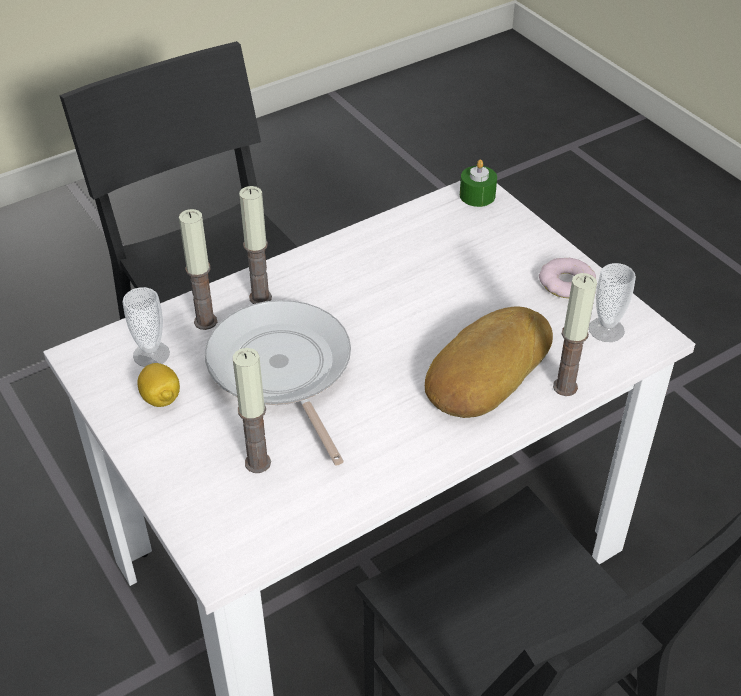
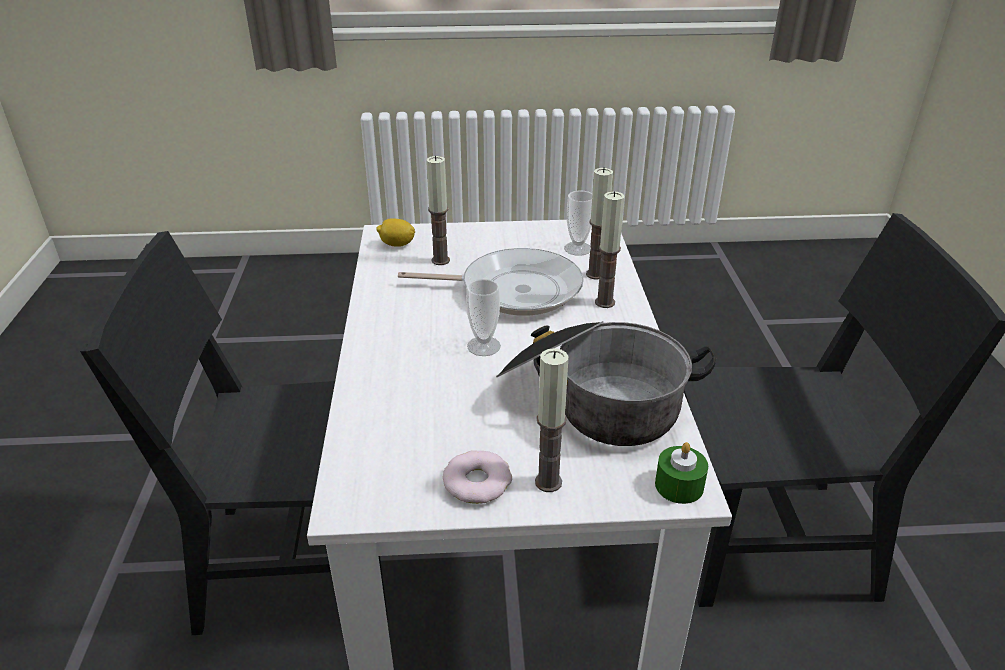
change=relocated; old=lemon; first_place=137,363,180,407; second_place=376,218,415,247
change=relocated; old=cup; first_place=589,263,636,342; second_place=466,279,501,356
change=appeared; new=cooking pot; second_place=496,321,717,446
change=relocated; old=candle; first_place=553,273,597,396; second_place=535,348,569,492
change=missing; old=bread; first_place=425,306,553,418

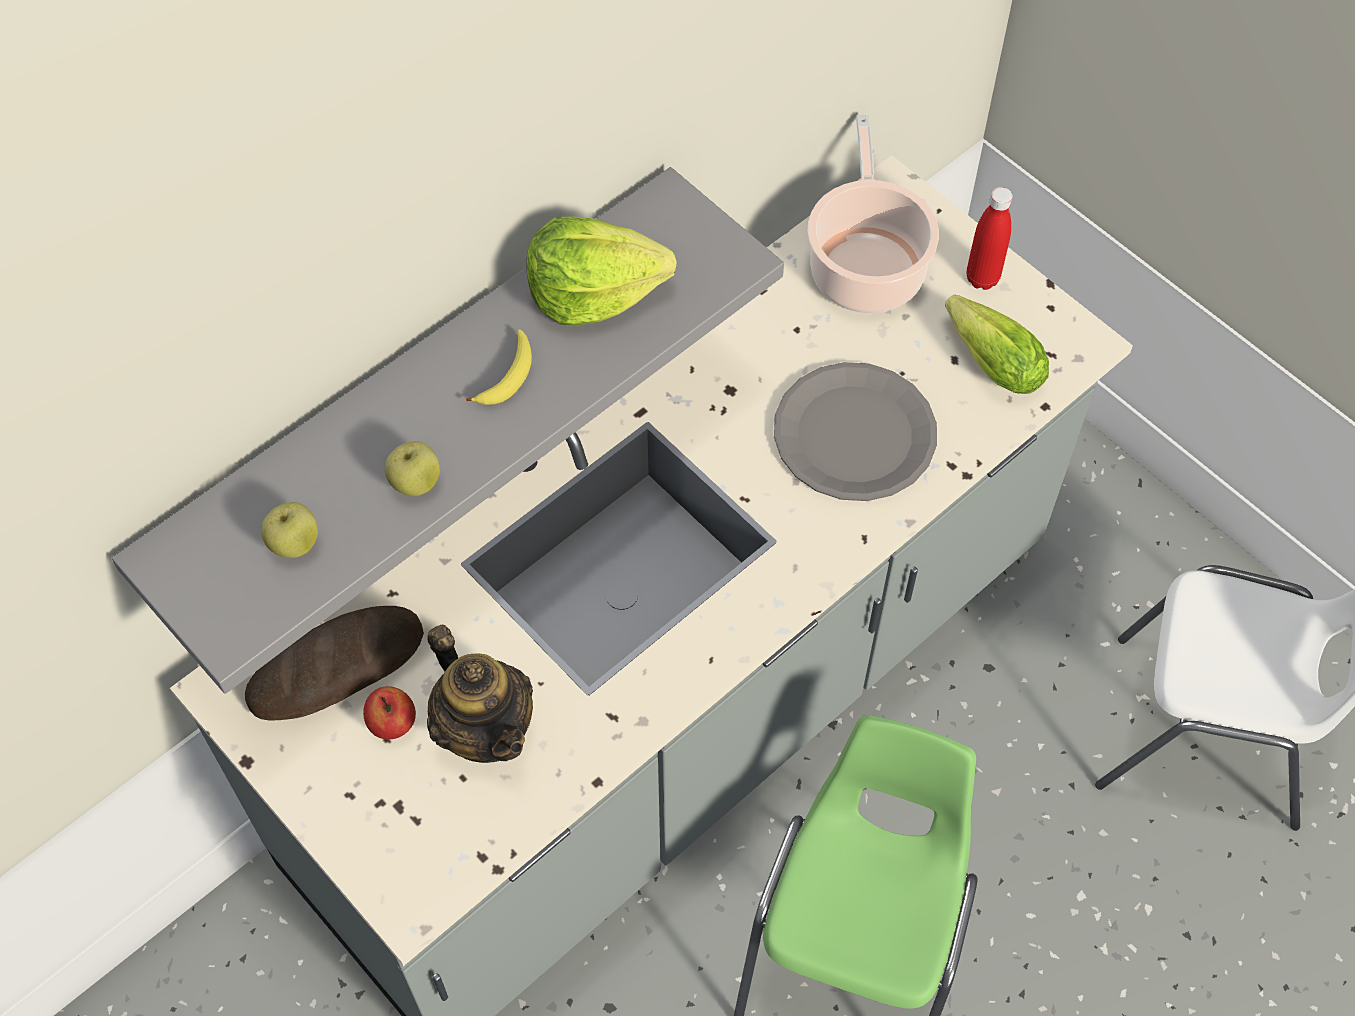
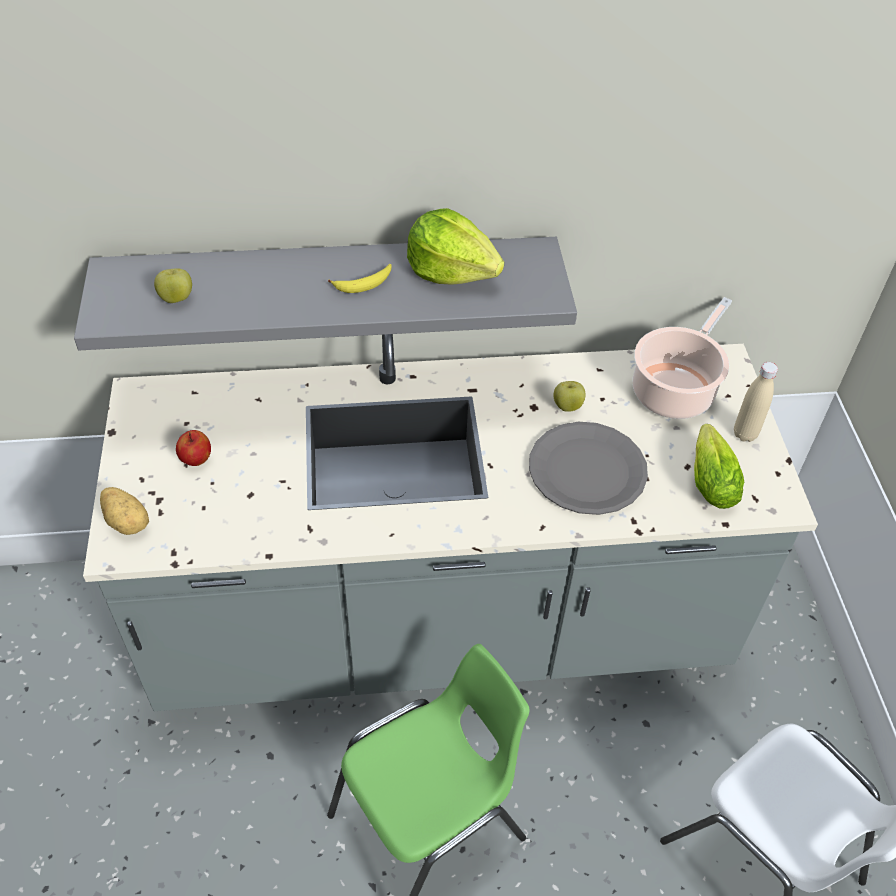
change=appeared; new=potato; second_place=100,487,149,535
change=relocated; old=apple; first_place=385,441,440,496; second_place=554,381,585,412
change=colour; old=red bottle; new=beige bottle; first_place=966,187,1013,290; second_place=734,362,778,442
change=missing; old=bread; first_place=245,606,424,720
change=missing; old=teapot; first_place=427,625,533,763

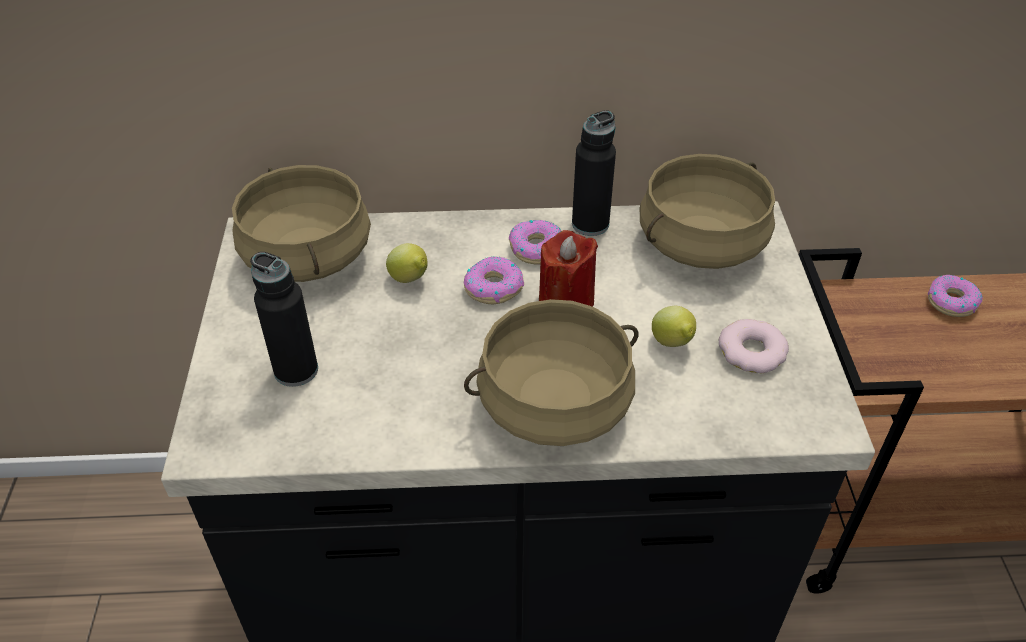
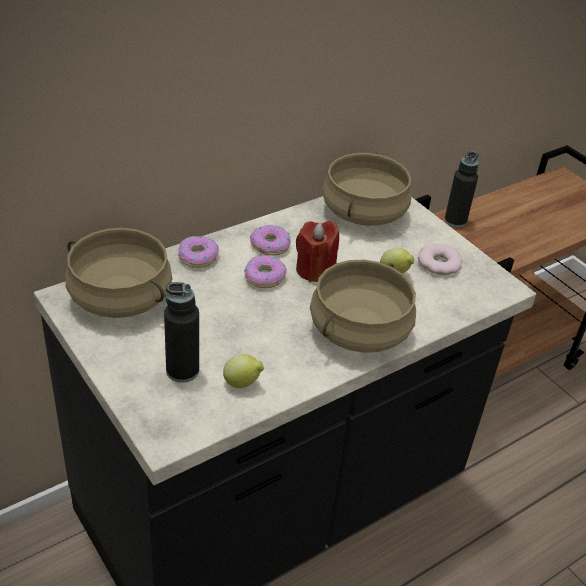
change=relocated; old=donut; first_place=928,275,983,317; second_place=178,236,219,268
change=relocated; old=lemon; first_place=386,243,428,283; second_place=223,354,264,388
change=relocated; old=black bottle; first_place=572,110,616,236; second_place=444,151,479,228

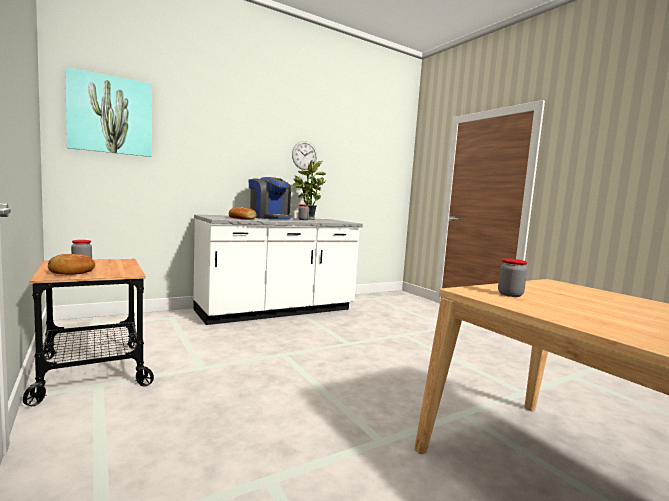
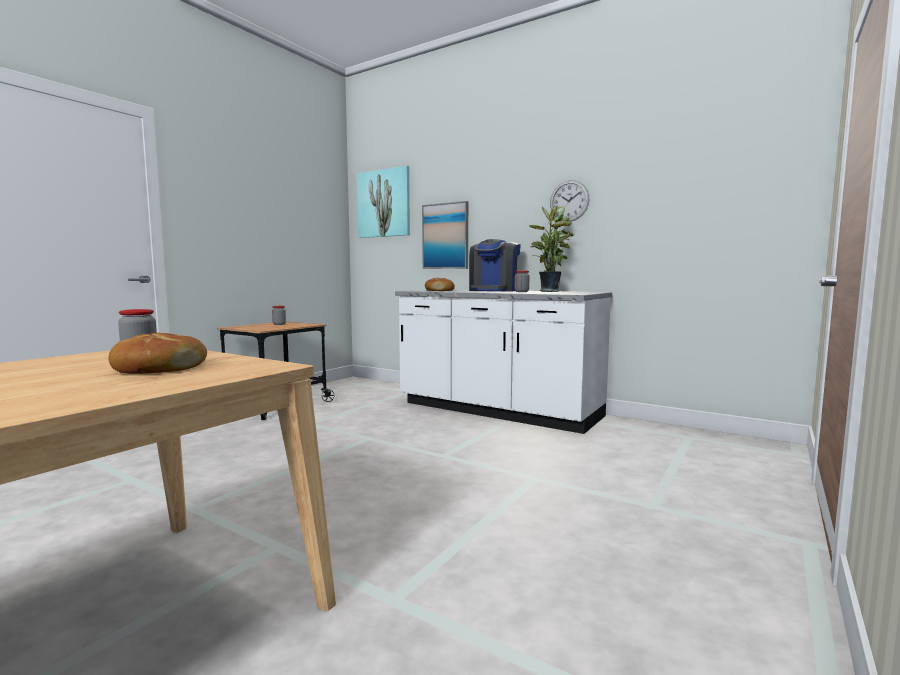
change=relocated; old=bread; first_place=48,254,95,275; second_place=108,333,207,374
change=appeared; new=picture; second_place=422,201,468,269

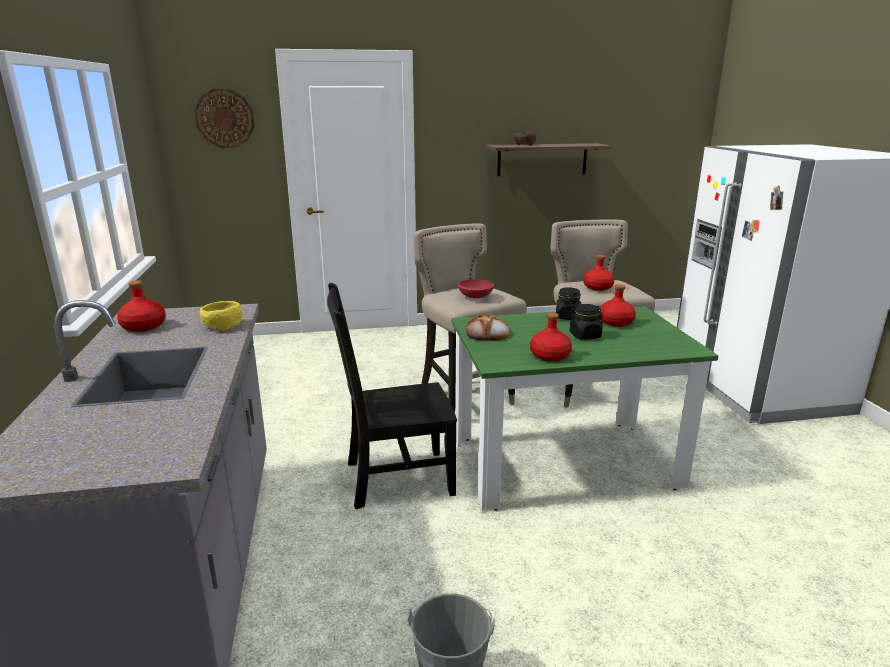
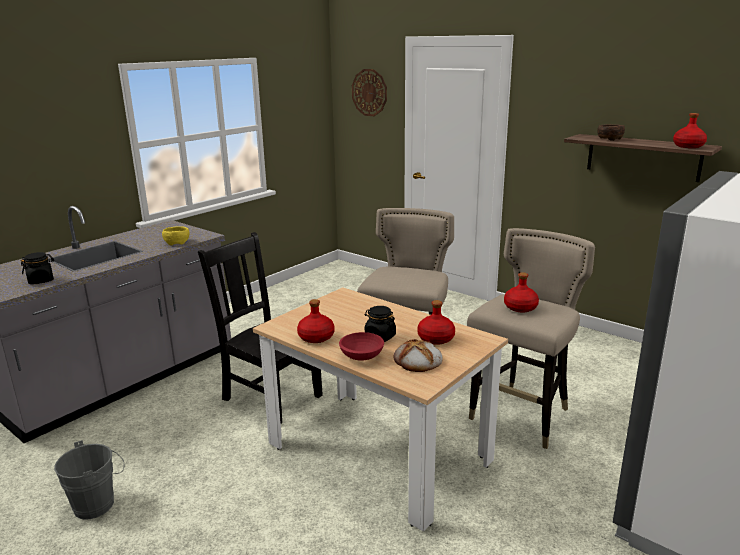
change=relocated; old=black jar; first_place=556,287,581,320; second_place=20,252,54,284
change=colour; old=green dining table; new=beige dining table; first_place=452,306,718,511; second_place=253,287,508,532
change=relocated; old=red bowl; first_place=458,279,494,299; second_place=339,332,384,361
change=relocated; old=bread; first_place=466,313,509,341; second_place=394,339,443,372
change=relocated; old=red bottle; first_place=117,280,166,332; second_place=673,113,707,148

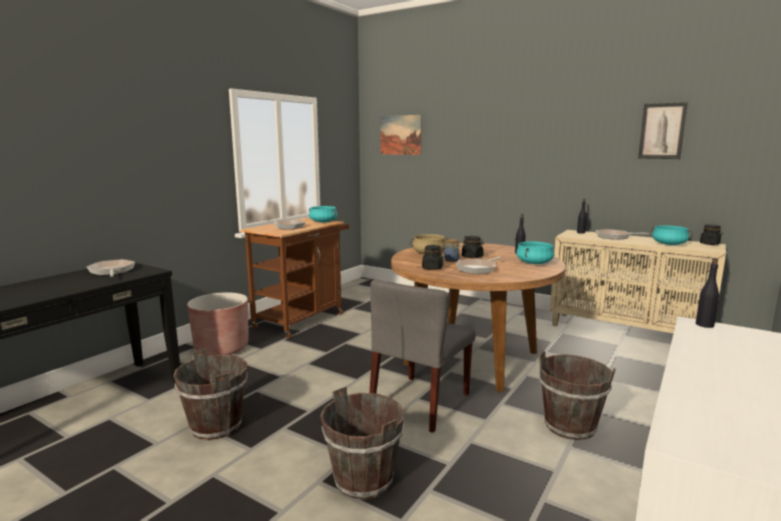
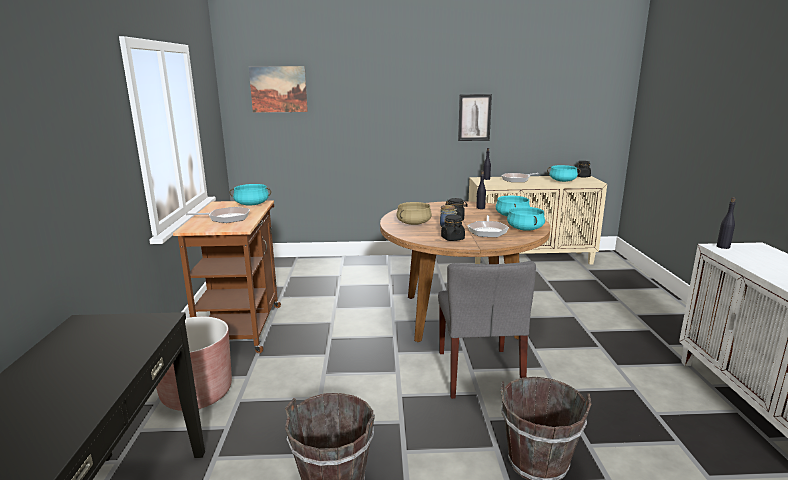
change=relocated; old=picture; first_place=638,102,688,159; second_place=458,94,492,141
change=appeared; new=turquoise cooking pot; second_place=507,207,545,231
change=missing; old=frying pan; first_place=87,259,135,277
change=missing; old=brown bucket; first_place=539,351,616,440

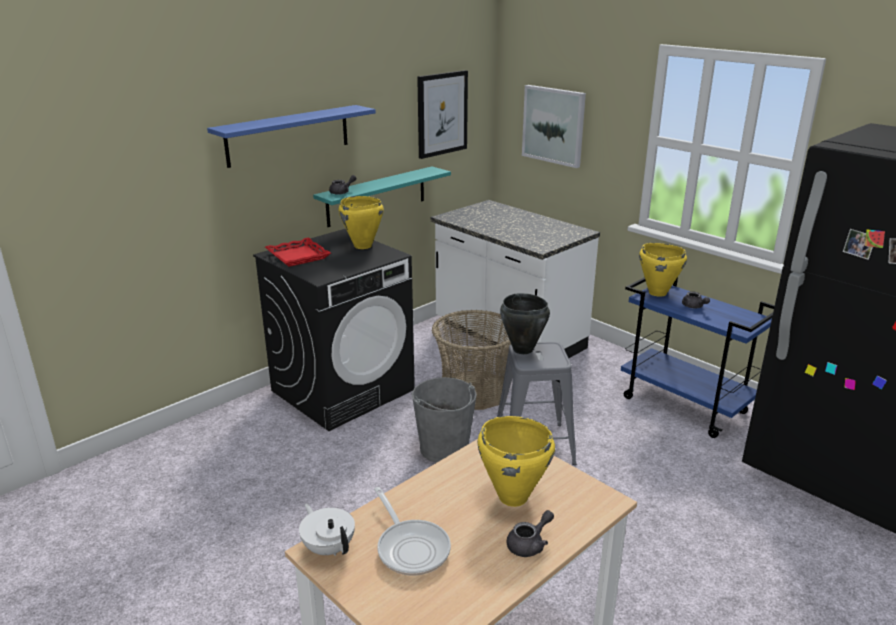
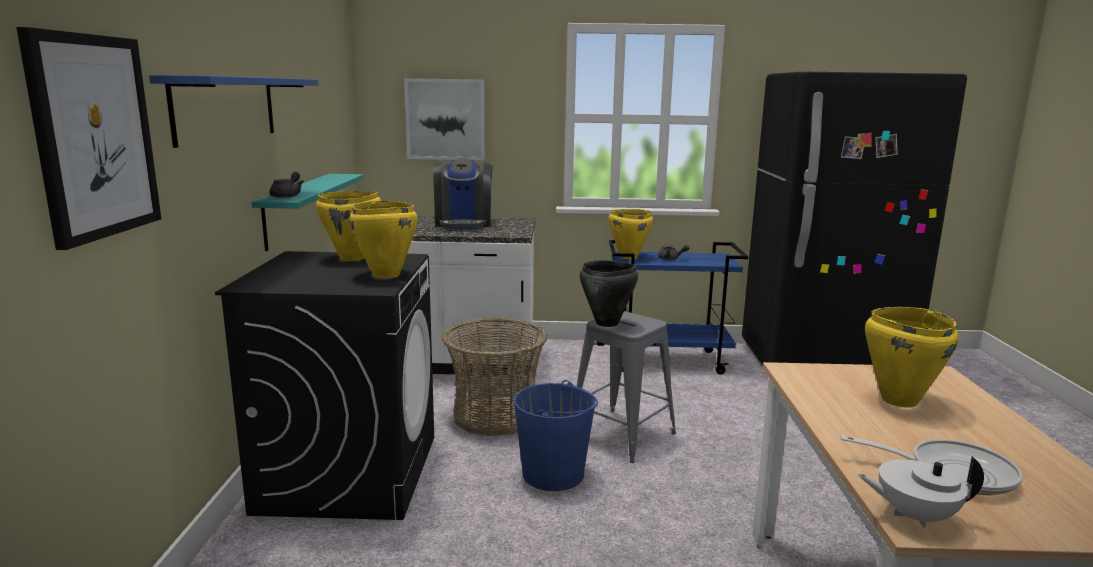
change=relocated; old=picture; first_place=417,70,468,159; second_place=16,27,161,250
change=appeared; new=yellow cooking pot; second_place=349,201,418,278
change=appeared; new=coffee machine; second_place=433,159,493,229
change=colour; old=grey bucket; new=blue bucket; first_place=412,377,477,463; second_place=514,380,598,491
change=missing; old=red tray; first_place=265,237,331,267
change=missing; old=grey teapot; first_place=507,510,554,557

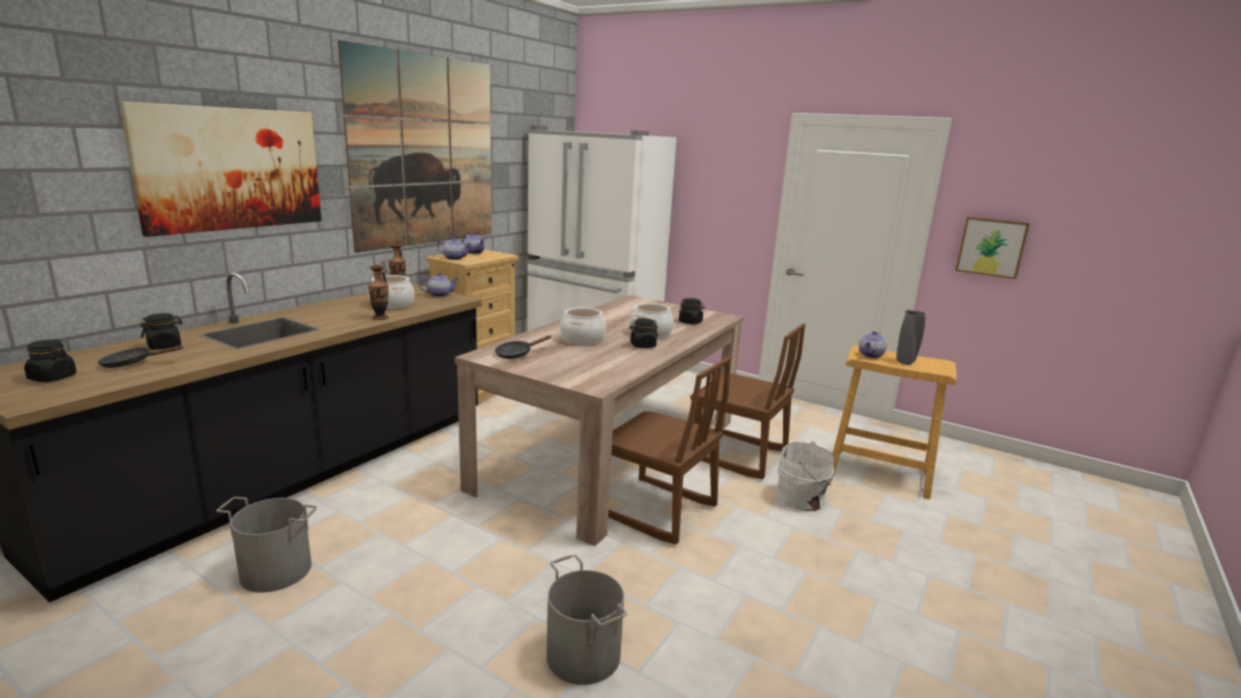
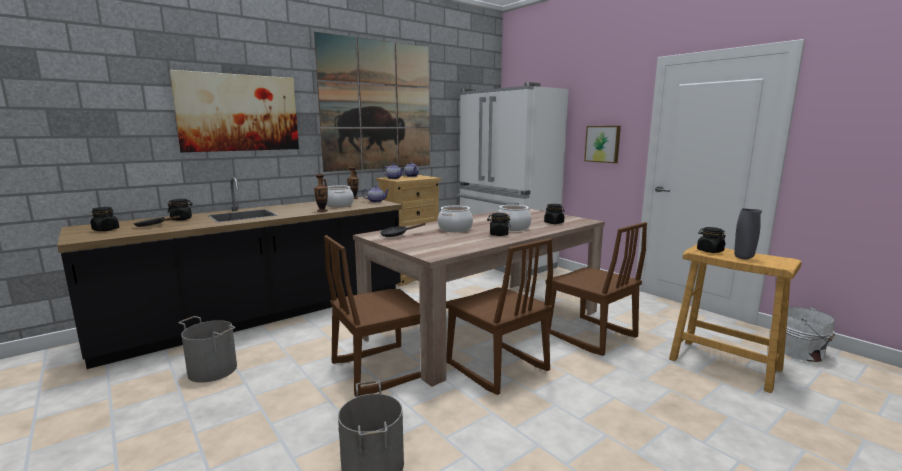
change=appeared; new=brown chair; second_place=324,235,421,396
change=relocated; old=picture; first_place=955,217,1030,279; second_place=584,126,621,163
change=exchanged; old=teapot; new=black jar; first_place=859,331,886,358; second_place=697,227,726,253
change=relocated; old=white bucket; first_place=777,442,834,511; second_place=785,307,835,362

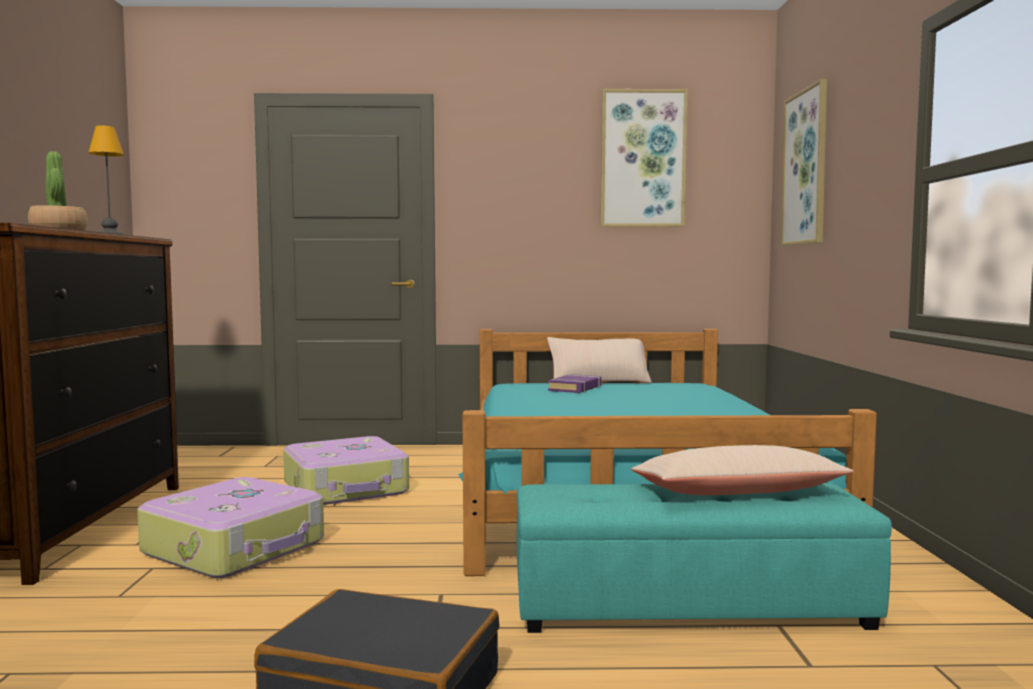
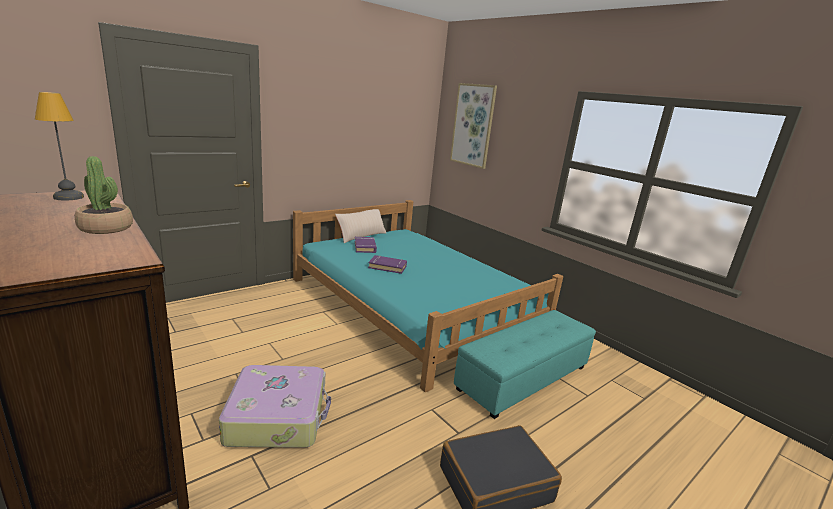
change=appeared; new=purple book; second_place=368,255,407,274
change=missing; old=suitcase; first_place=283,436,409,505
change=missing; old=picture; first_place=600,89,688,227
change=missing; old=beige pillow; first_place=631,445,854,495

